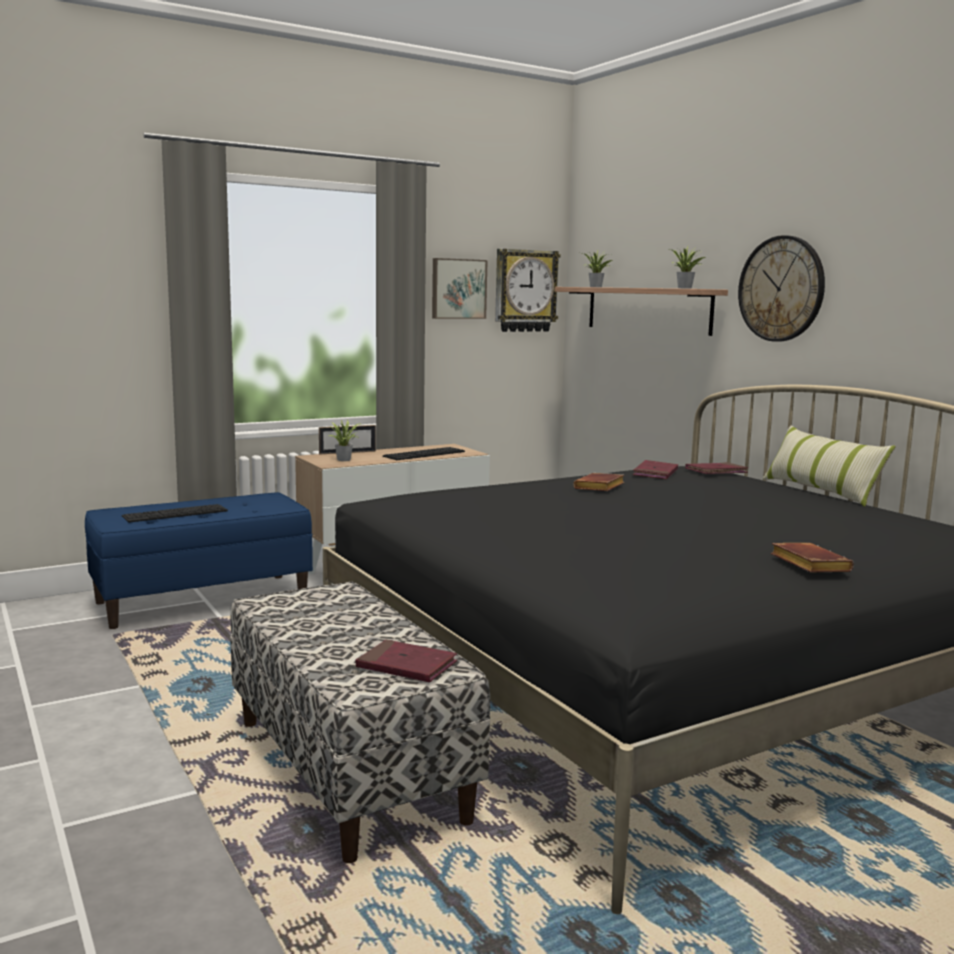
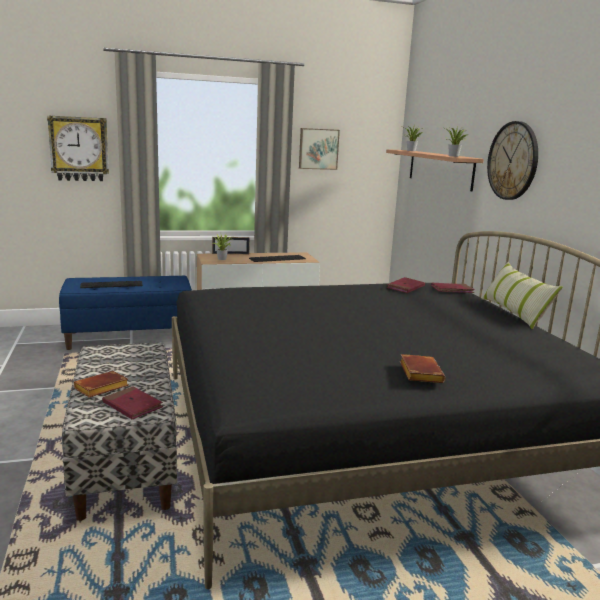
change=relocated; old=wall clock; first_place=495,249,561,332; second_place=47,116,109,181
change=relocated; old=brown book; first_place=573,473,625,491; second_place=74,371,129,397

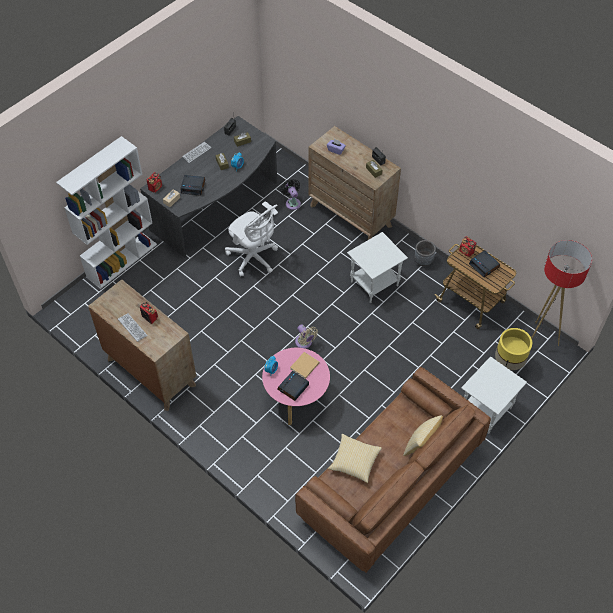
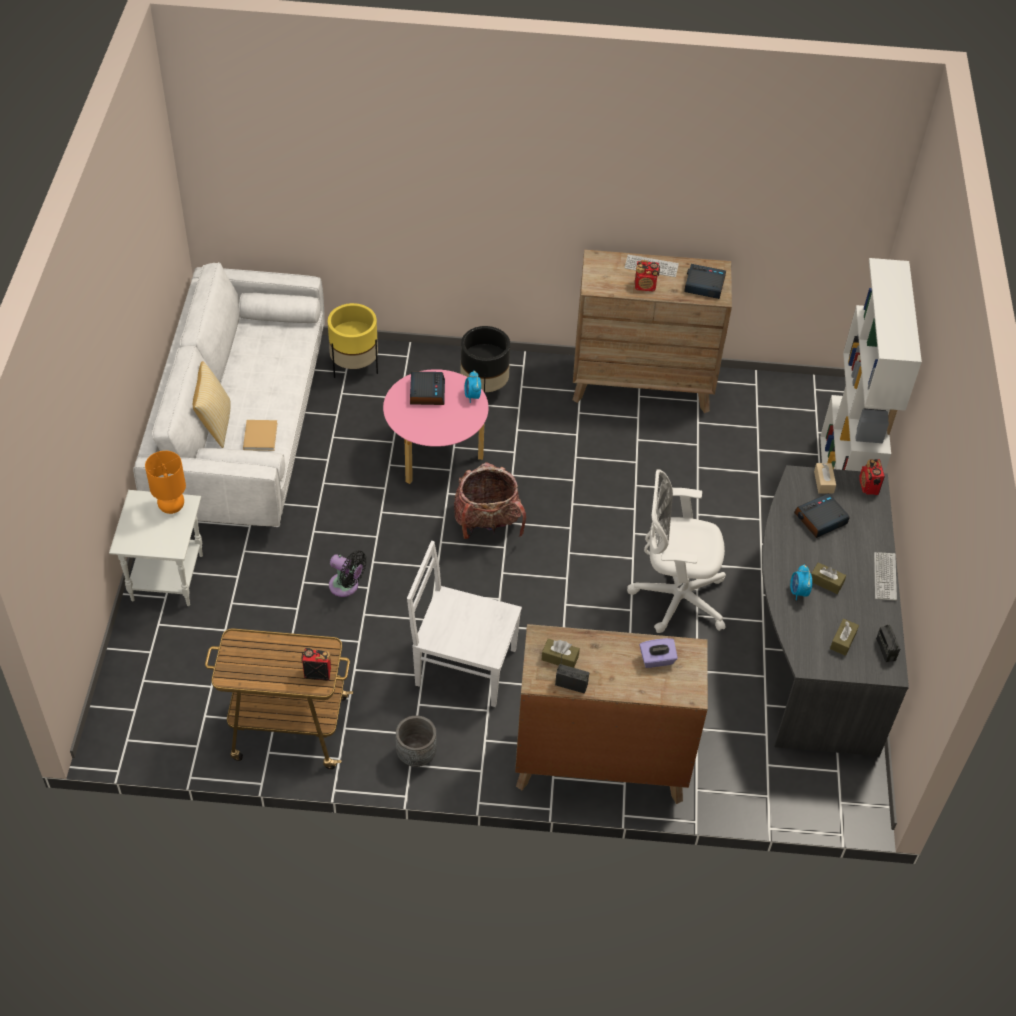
change=colour; old=brown sofa; new=white sofa; first_place=295,367,491,573; second_place=133,262,325,527
change=appeared; new=orange table lamp; second_place=145,451,186,514
change=relocated; old=beige book; first_place=290,352,319,379; second_place=243,420,278,451
change=relocated; old=yellow planter; first_place=495,328,532,370; second_place=328,303,378,378
change=relocated; old=black fan; first_place=281,179,301,210; second_place=329,550,367,597
change=exchanged; old=white side table; new=white chair; first_place=347,232,408,303; second_place=407,541,522,707
change=exchanged; old=beige fan; new=backpack; first_place=295,324,318,349; second_place=454,462,526,539
change=appeared; new=black planter; second_place=460,326,510,393
change=relocated; old=alarm clock; first_place=469,250,500,278; second_place=684,264,726,299
change=missing; old=pillow; first_place=328,434,382,483
change=missing; old=floor lamp; first_place=531,240,592,346

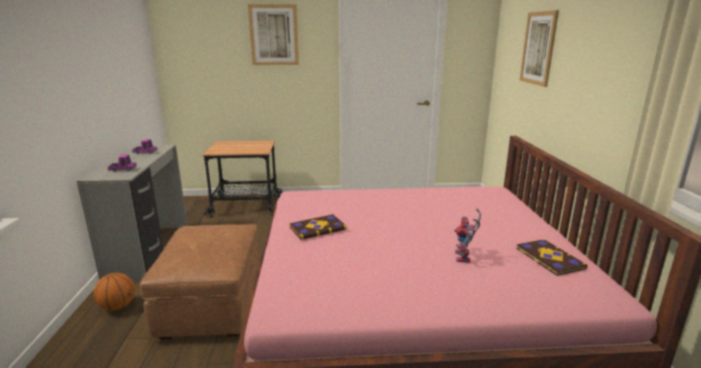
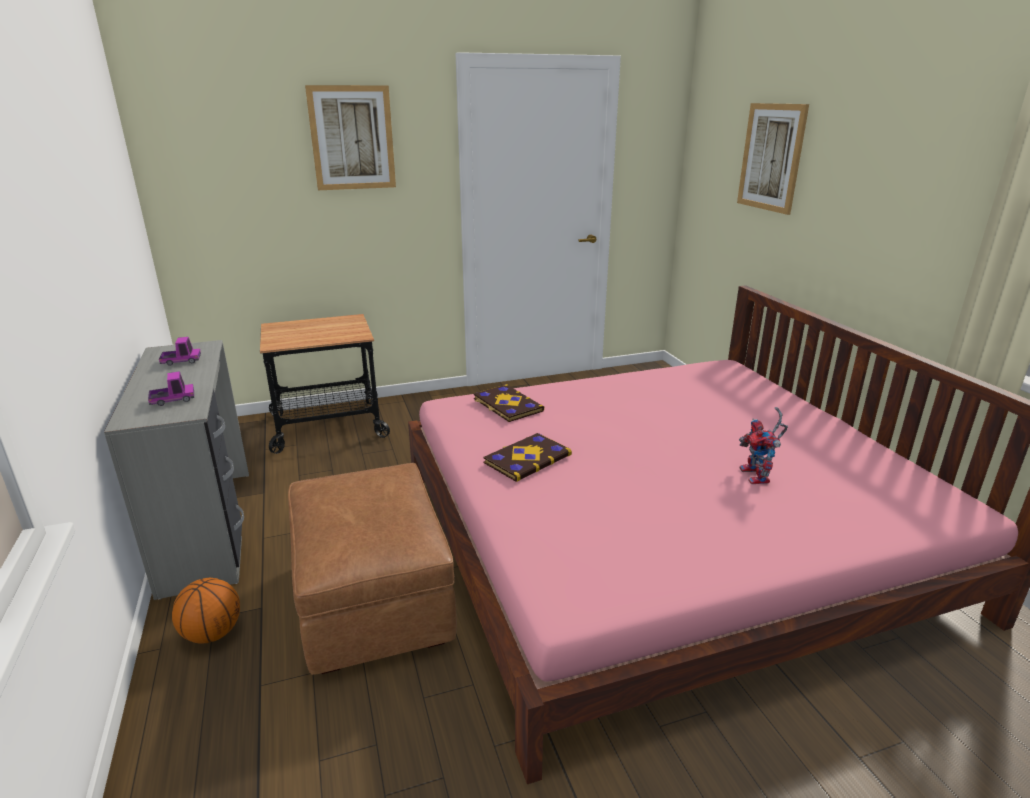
change=relocated; old=book; first_place=516,239,588,276; second_place=474,384,544,422

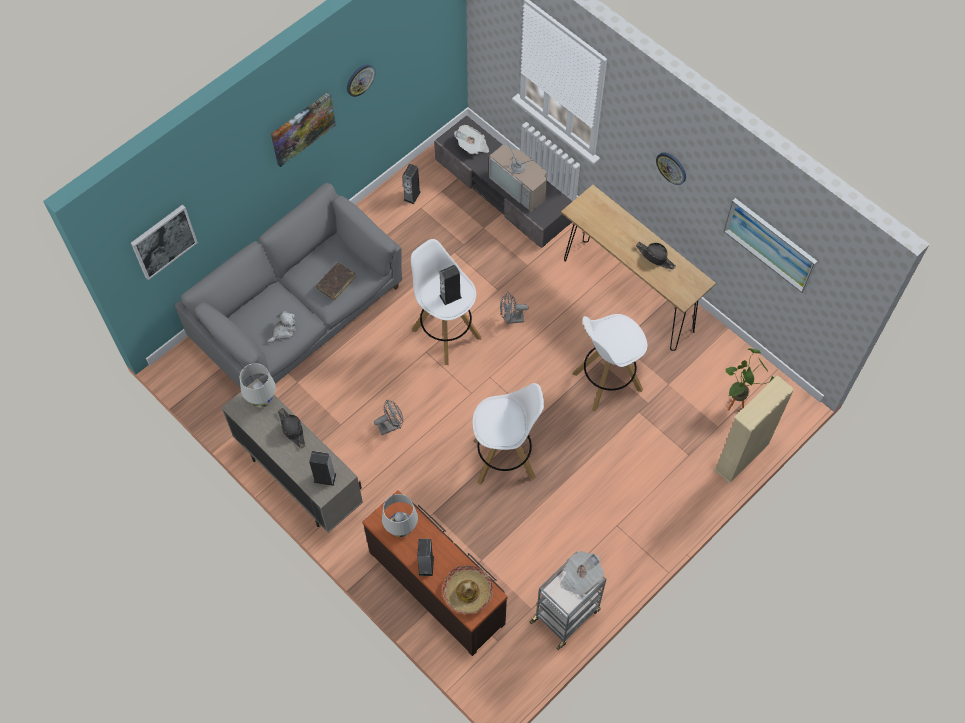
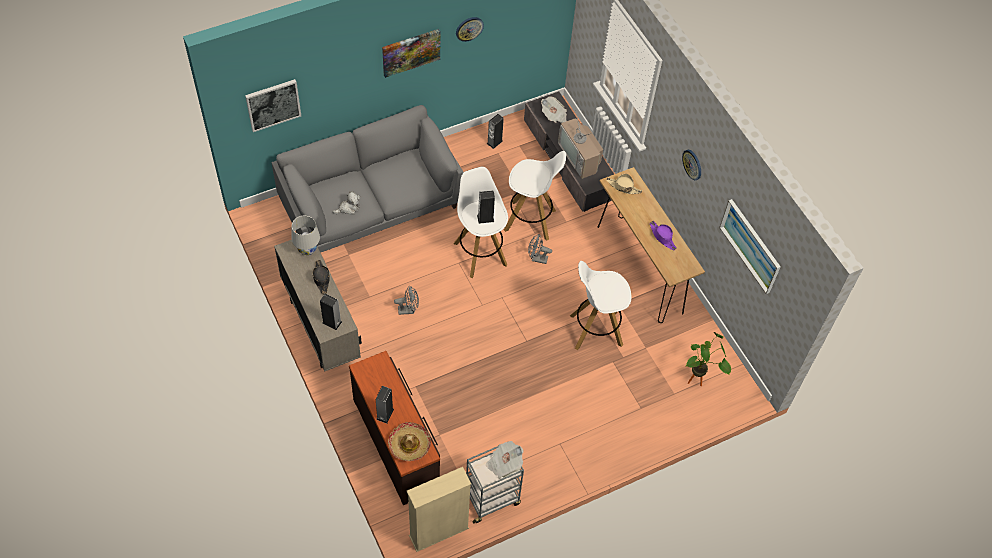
change=relocated; old=beige bookcase; first_place=714,375,794,484; second_place=407,467,471,552
change=relocated; old=white stool; first_place=472,383,544,484; second_place=504,151,566,241
change=appeared; new=beige hat; second_place=607,174,642,194
change=colour; old=black hat; new=purple hat; first_place=636,242,676,269; second_place=650,221,677,250
change=missing; old=brown book; first_place=316,262,356,300
change=missing; old=white table lamp; first_place=382,494,418,537

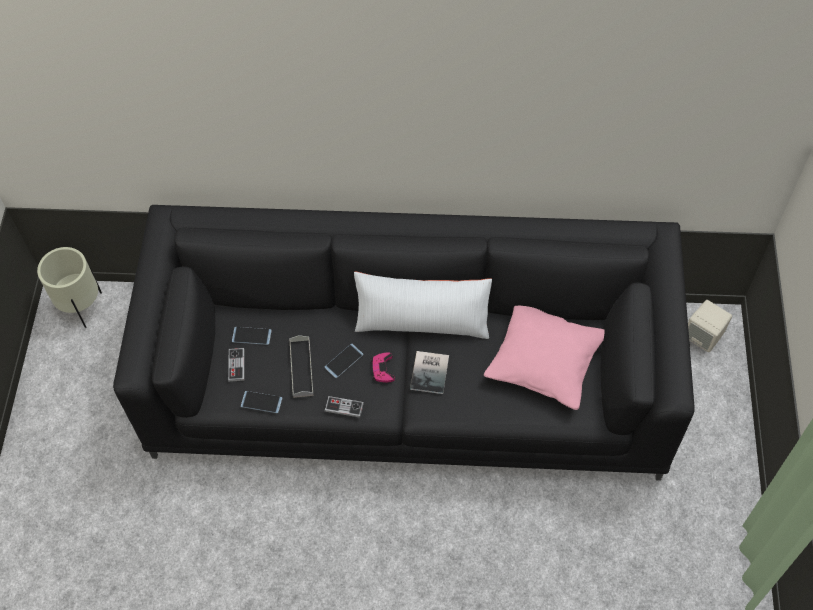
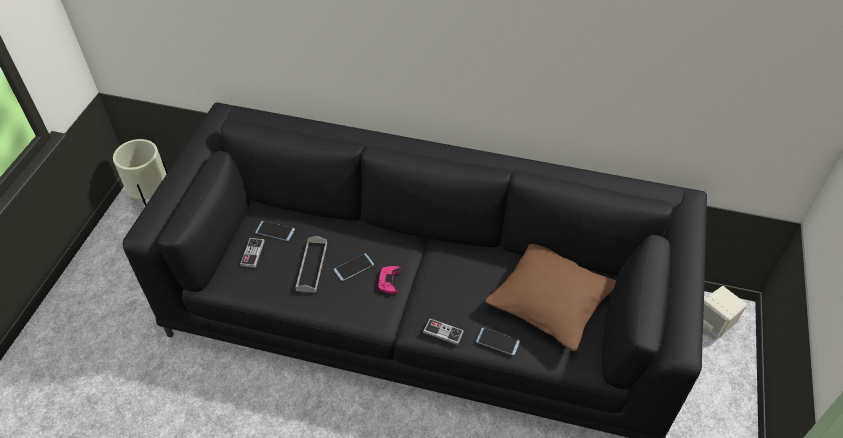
change=relocated; old=game controller; first_place=325,396,364,418; second_place=423,319,464,345
change=relocated; old=phone; first_place=240,391,282,413; second_place=476,327,520,355
change=colour; old=pink pillow; new=brown pillow; first_place=484,306,605,410; second_place=485,244,616,351
change=missing; old=white pillow; first_place=354,272,492,339
change=missing; old=book; first_place=410,351,449,394

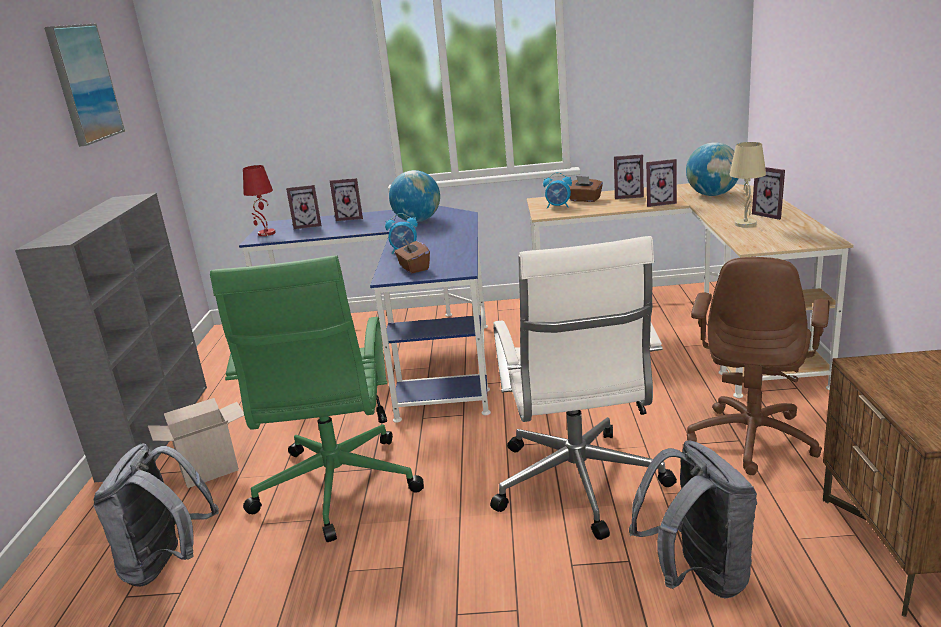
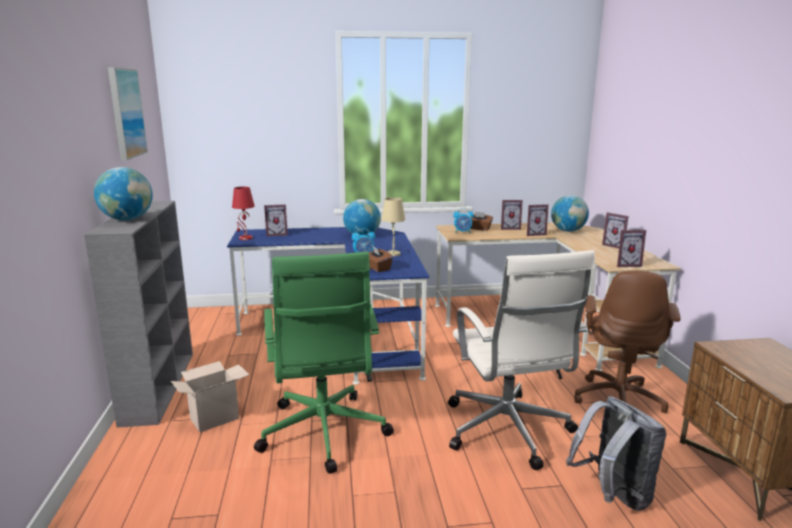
change=appeared; new=globe; second_place=94,167,153,221
change=relocated; old=beige table lamp; first_place=729,142,766,227; second_place=381,197,405,256
change=relocated; old=picture frame; first_place=330,178,363,221; second_place=617,230,646,267
change=missing; old=grey backpack; first_place=94,443,219,587

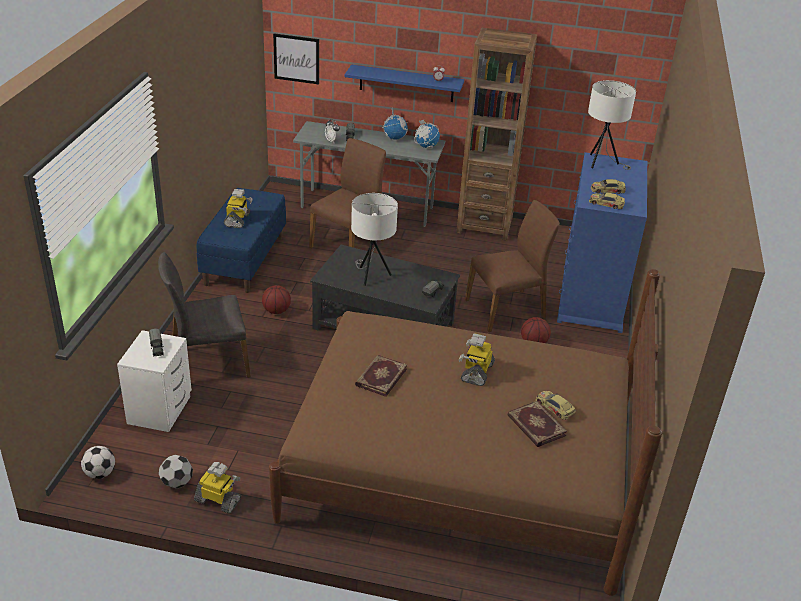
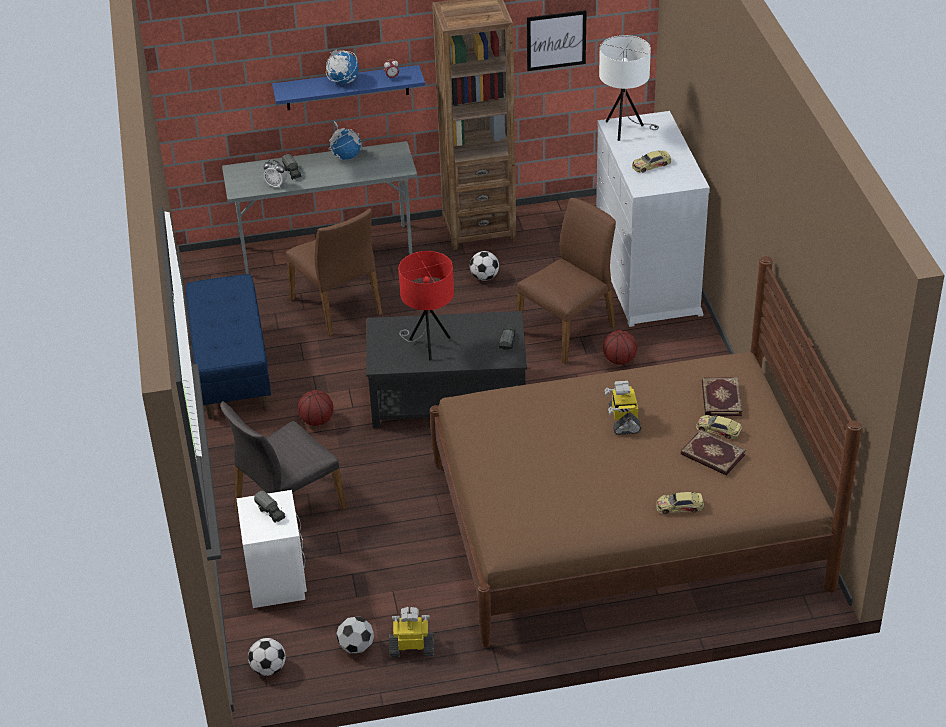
change=spun; old=brown chair; first_place=309,138,386,248; second_place=286,208,382,336; degrees=135
change=relocated; old=globe; first_place=414,120,440,148; second_place=326,49,359,84
change=colour; old=white table lamp; new=red table lamp; first_place=351,193,398,286; second_place=399,251,454,361
change=appeared; new=football; second_place=470,251,499,280
change=relocated; old=picture; first_place=273,33,319,84; second_place=527,10,587,71
change=colour; old=blue dresser; new=white dresser; first_place=557,152,647,333; second_place=596,111,710,327
change=relocated; old=toy car; first_place=589,193,625,209; second_place=656,492,704,514
change=relocated; old=book; first_place=355,355,407,397; second_place=702,377,742,416
change=missing; old=toy robot; first_place=224,189,253,228

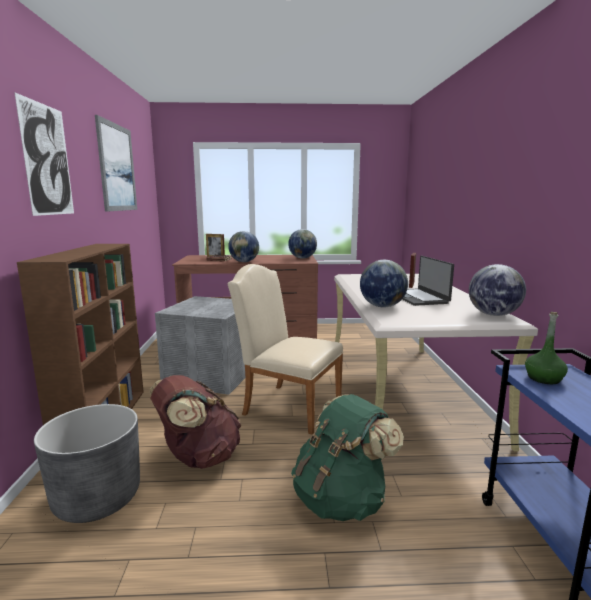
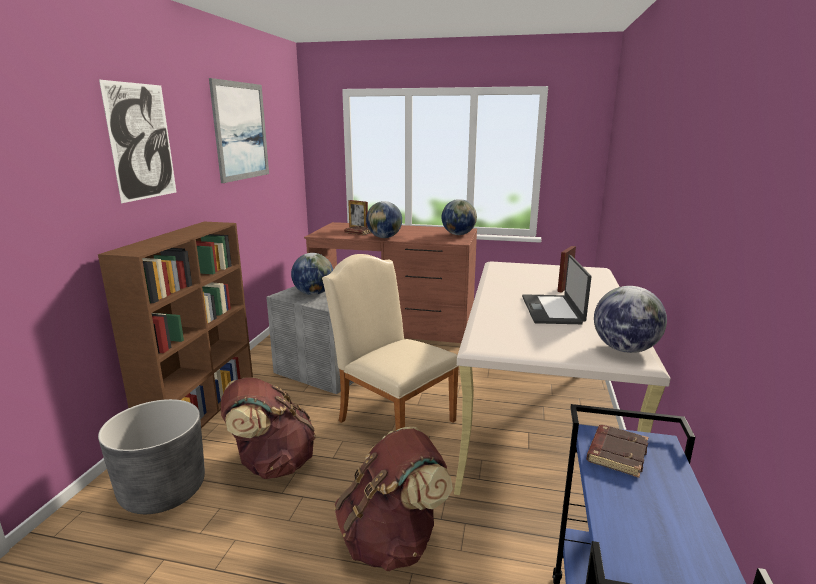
change=relocated; old=globe; first_place=360,260,408,307; second_place=291,253,333,295
change=colour; old=green backpack; new=brown backpack; first_place=291,394,404,521; second_place=334,427,453,571
change=exchanged; old=green bottle; new=brown book; first_place=525,312,568,384; second_place=586,425,649,478

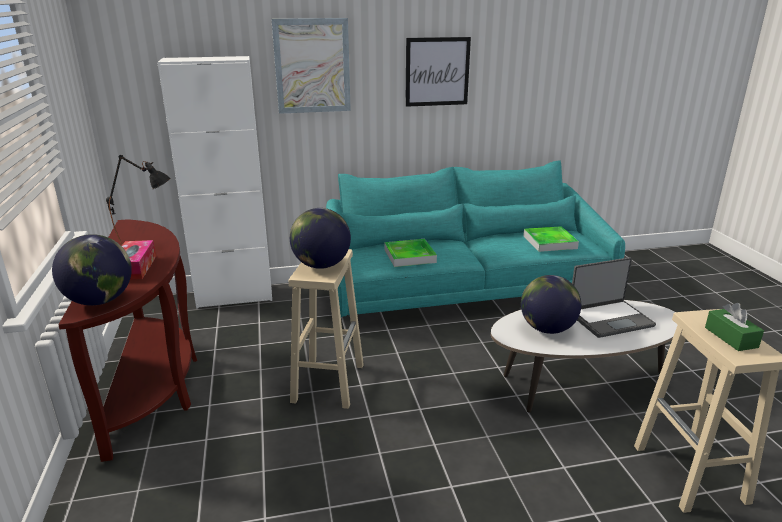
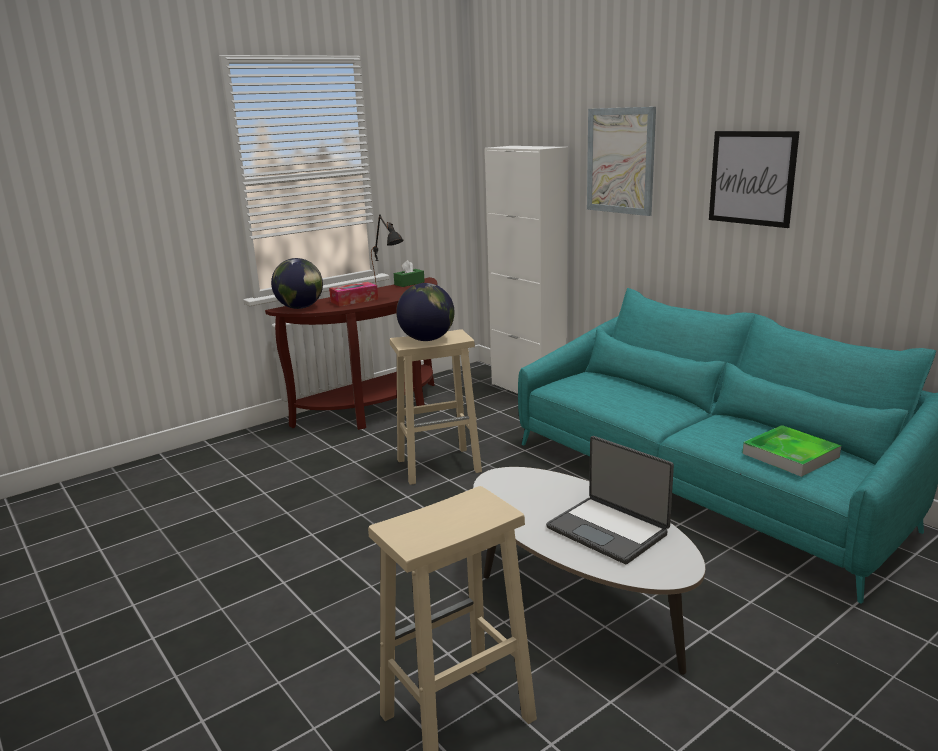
change=relocated; old=green tissue box; first_place=705,303,764,351; second_place=394,260,425,287
change=missing; old=tray; first_place=384,239,437,267
change=missing; old=globe; first_place=521,275,581,334

